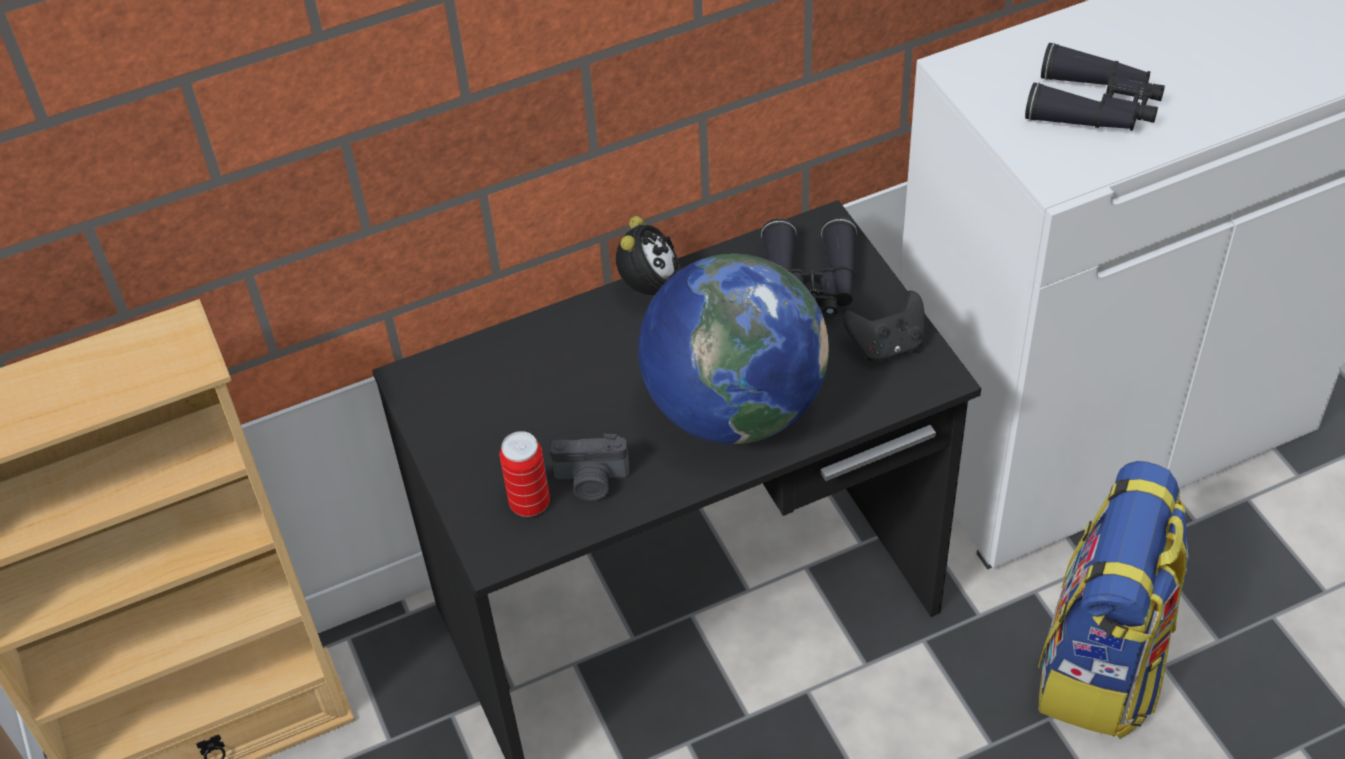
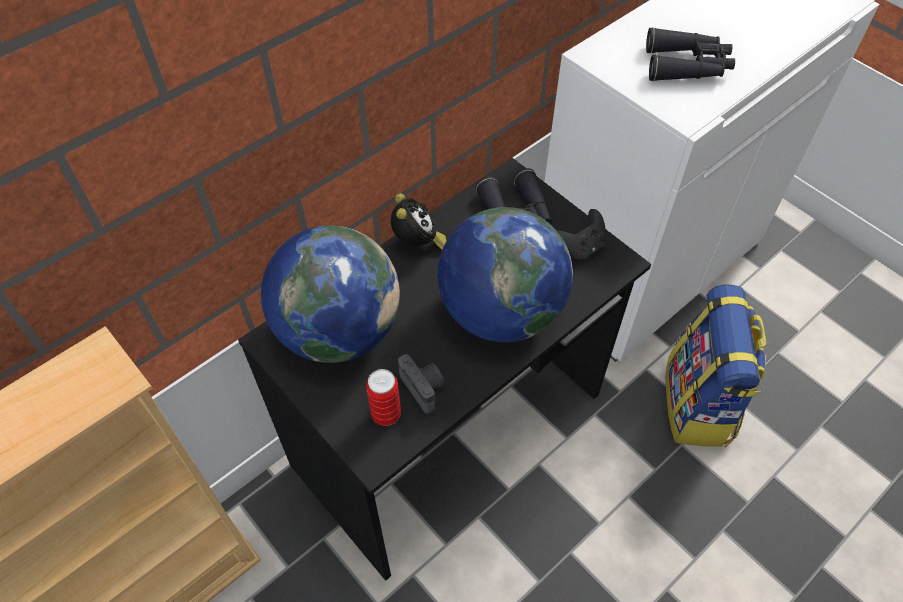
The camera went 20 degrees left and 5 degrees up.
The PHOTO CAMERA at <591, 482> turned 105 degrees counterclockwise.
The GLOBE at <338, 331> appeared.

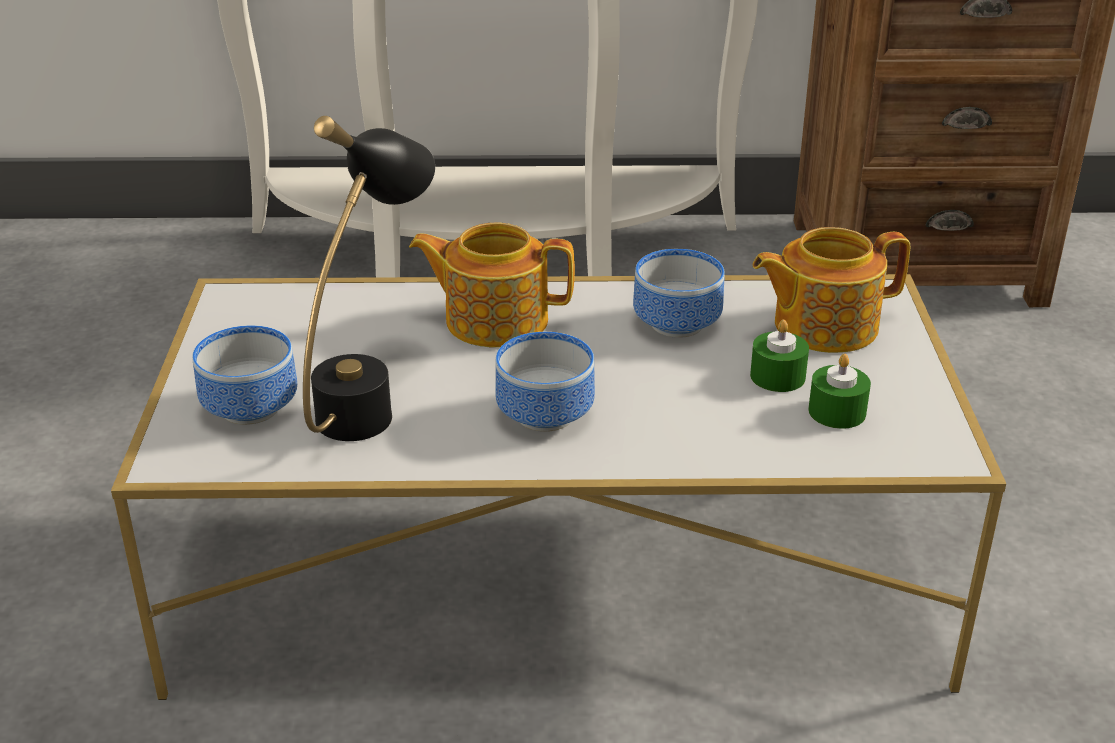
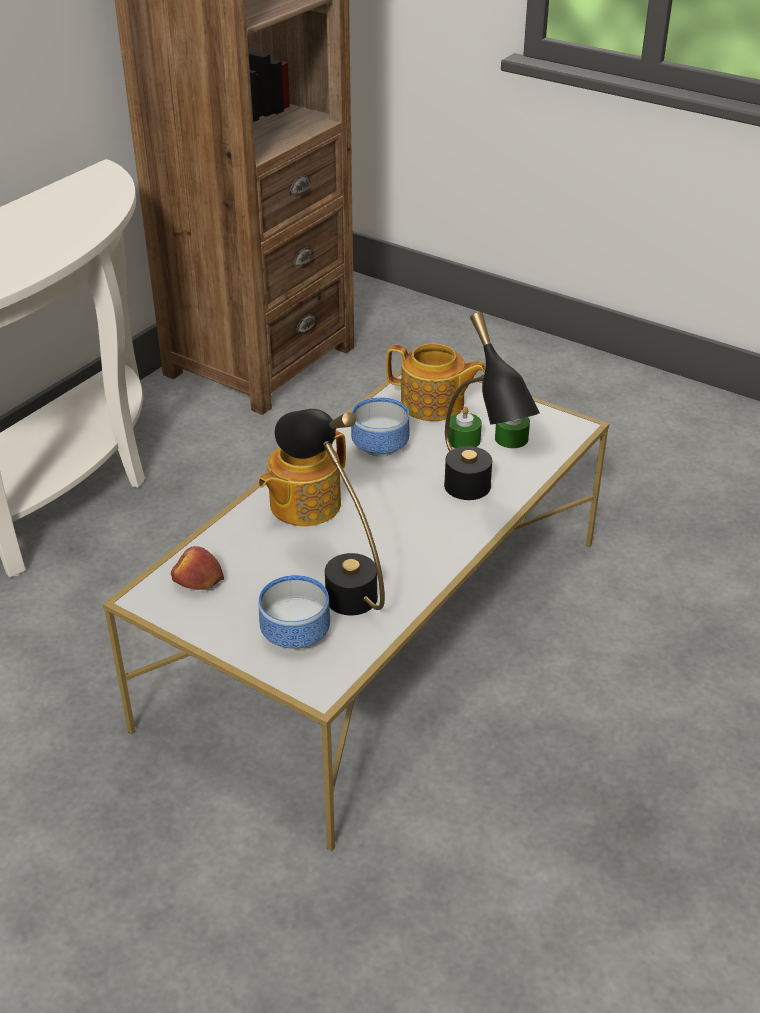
The camera went 55 degrees left and 5 degrees up.
The BOWL at <545, 417> disappeared.
The POT FOR TEA at <822, 325> turned 90 degrees counterclockwise.
The APPLE FRUIT at <197, 581> appeared.
The BLACKISH TABLE LAMP at <478, 499> appeared.

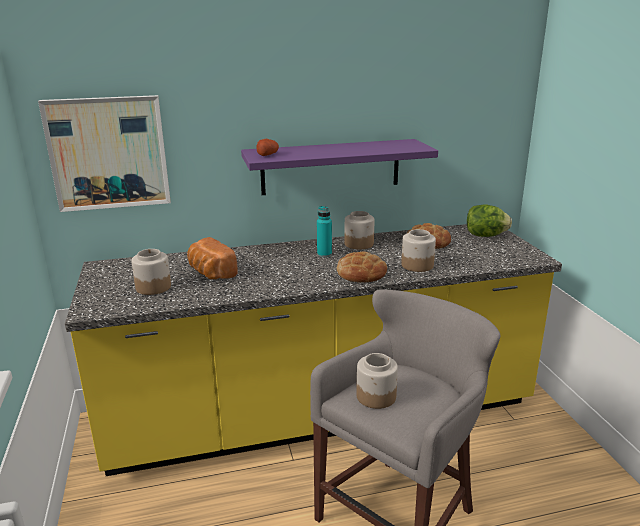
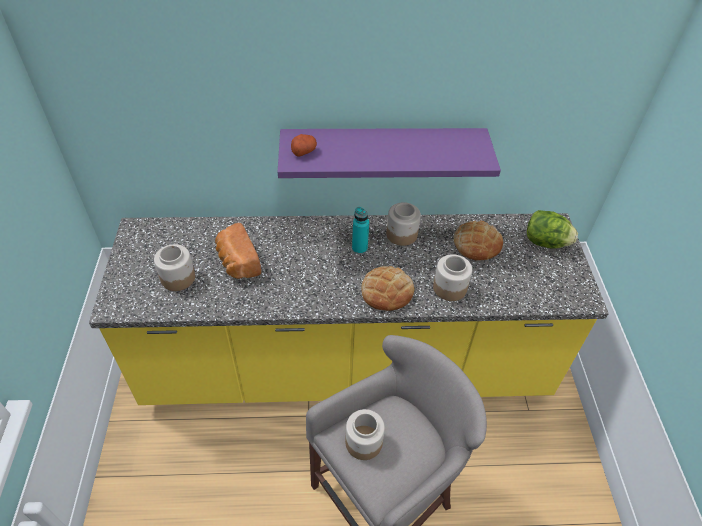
The camera went 10 degrees right and 25 degrees up.
The WALL ART at <108, 153> disappeared.

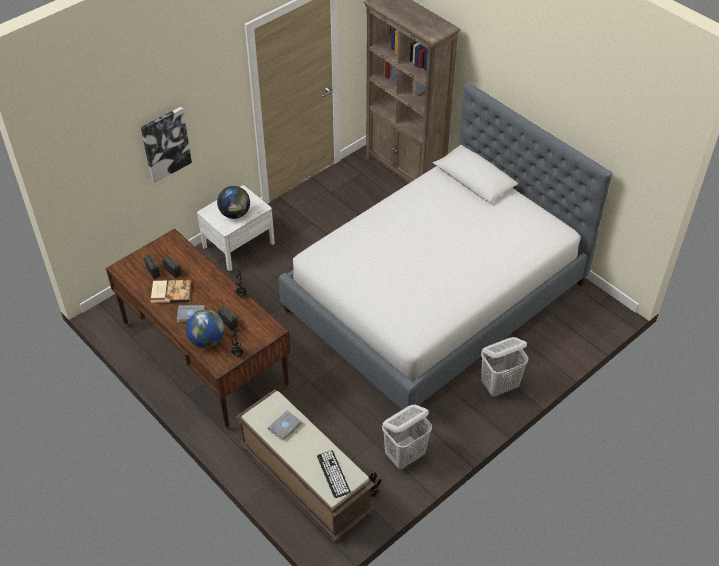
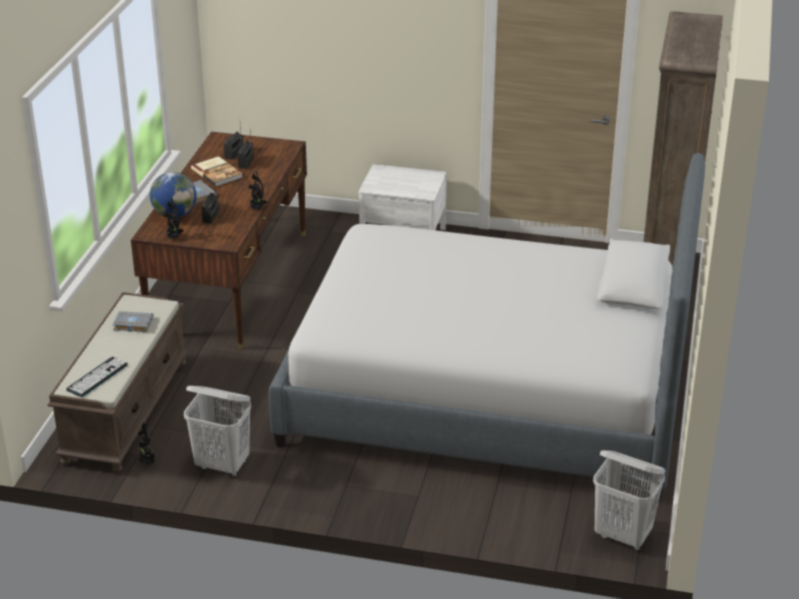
The camera went 55 degrees right and 15 degrees down.
The WALL ART at <165, 144> disappeared.
The GLOBE at <235, 214> disappeared.
The WHITISH LAUNDRY BASKET moved from <499, 386> to <623, 536>.

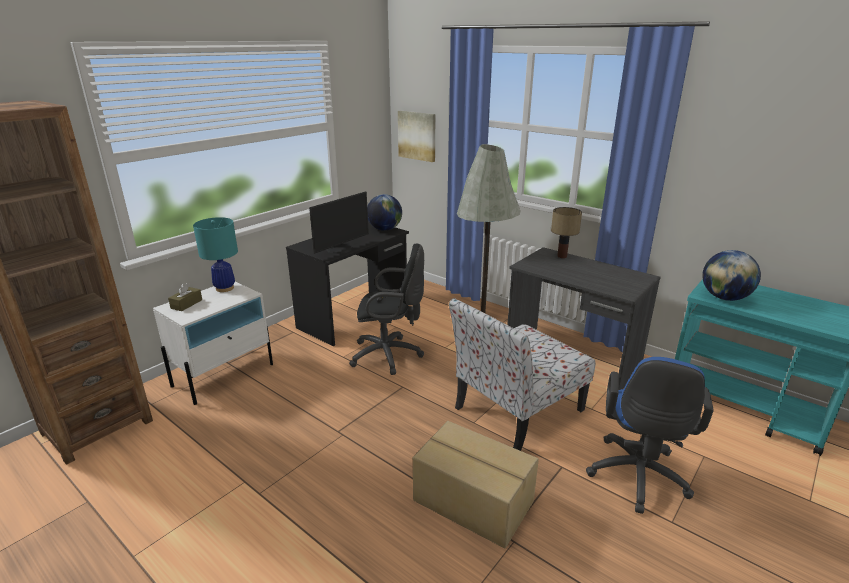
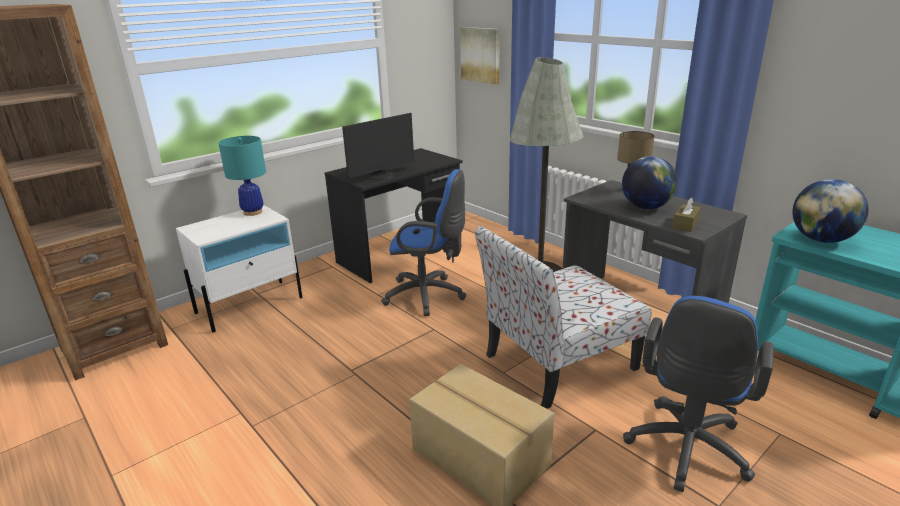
The camera went 10 degrees right and 0 degrees up.
The BROWN-COLOURED BOX OF TISSUES moved from <186, 304> to <685, 224>.
The BLACKISH OFFICE CHAIR at <390, 355> became the BLUE-COLOURED OFFICE CHAIR at <428, 296>.
The GLOBE moved from <384, 229> to <646, 207>.

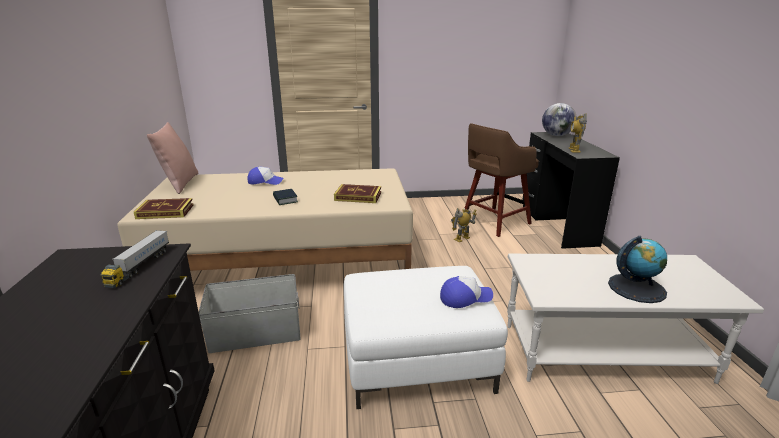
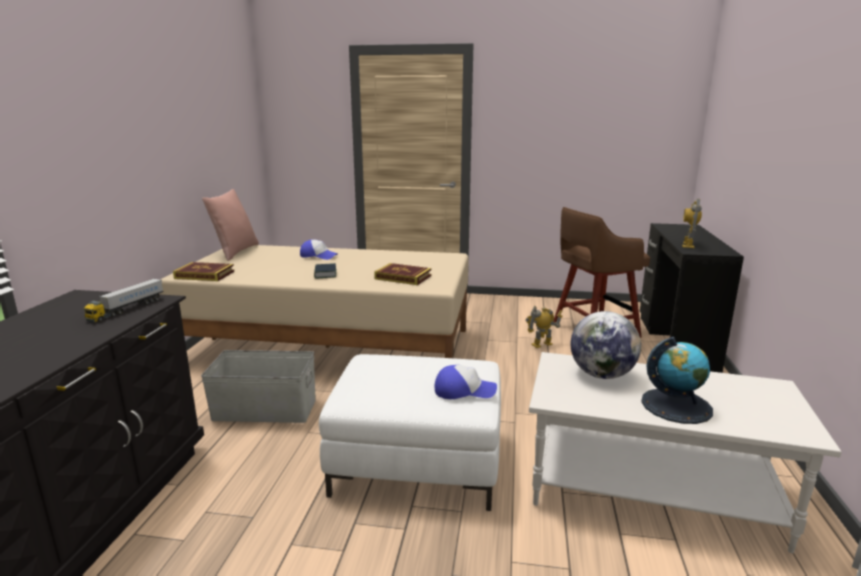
The camera went 15 degrees right and 5 degrees down.
The GLOBE moved from <556, 135> to <601, 375>.

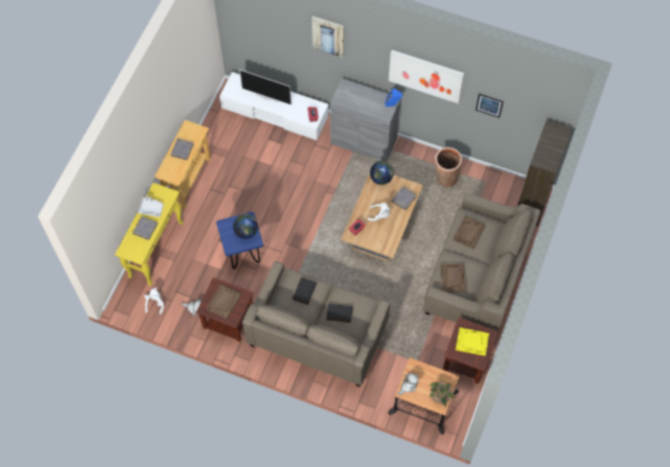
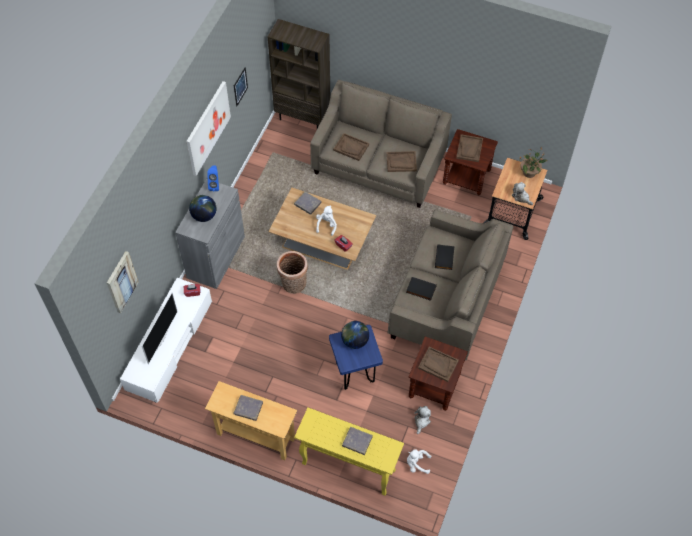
The camera went 90 degrees left and 5 degrees down.
The GREYISH CARRYING TRAY at <151, 208> disappeared.
The WALL ART moved from <328, 36> to <121, 282>.
The GLOBE moved from <381, 178> to <204, 215>.
The HOUSEHOLD BASKET moved from <445, 178> to <293, 285>.
The YELLOWISH CARRYING TRAY at <472, 342> became the BROWN-COLOURED CARRYING TRAY at <469, 149>.

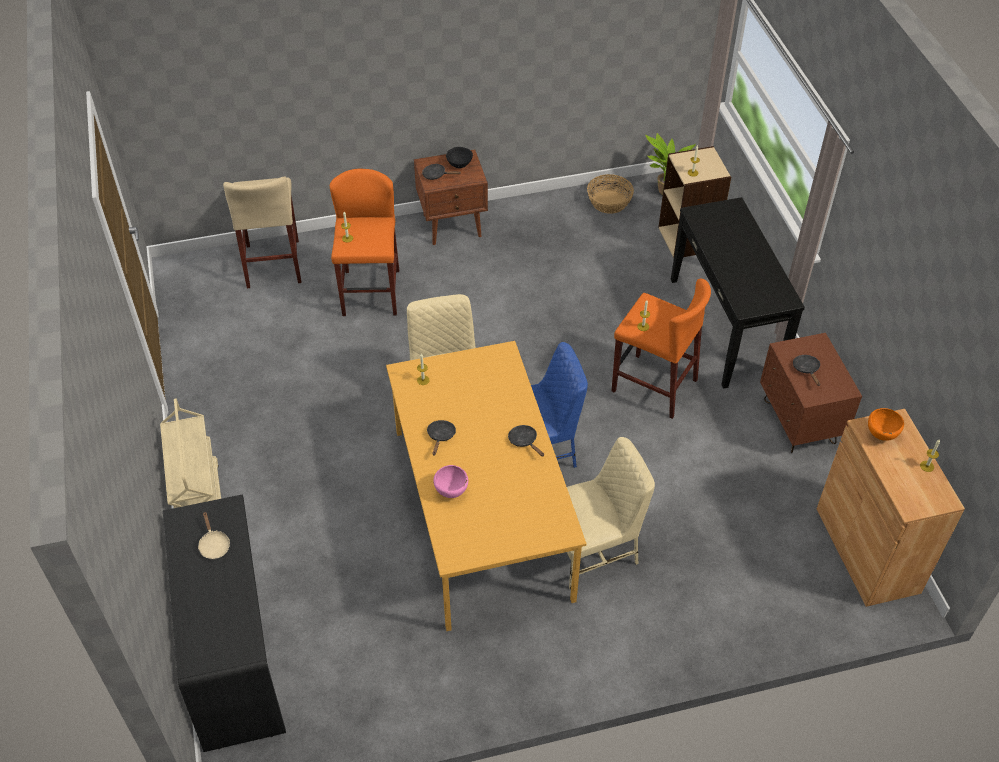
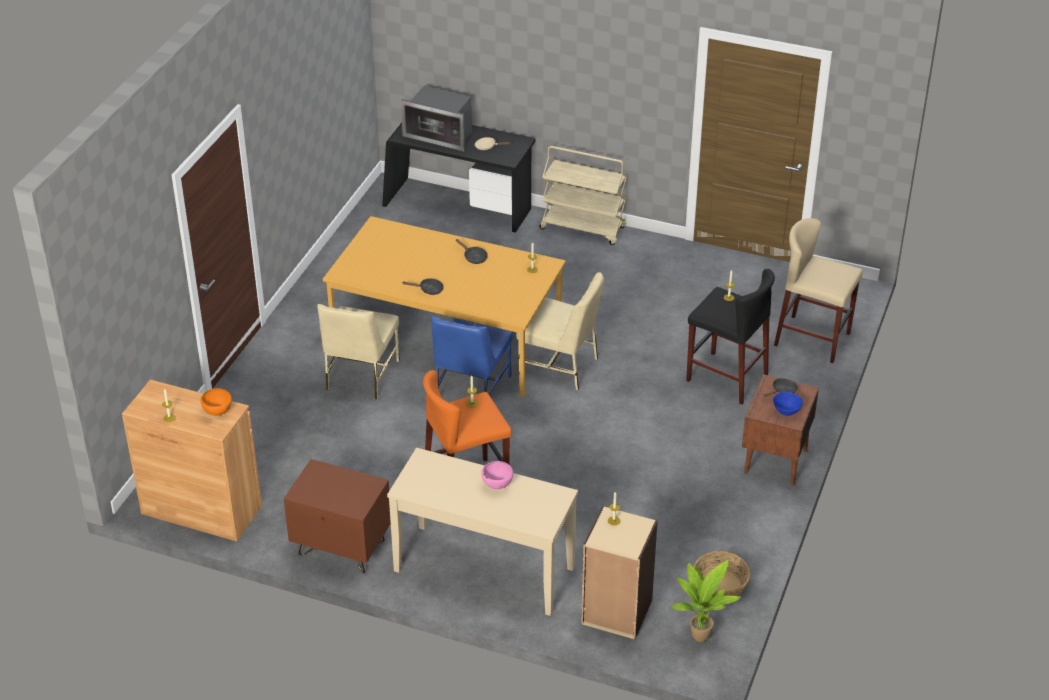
The camera went 125 degrees right and 10 degrees down.
The ORANGE STOOL SEAT at <371, 293> became the BLACKISH STOOL SEAT at <726, 377>.
The PINK BOWL moved from <452, 492> to <497, 486>.
The BLACKISH BOWL at <459, 164> became the BLUE-COLOURED BOWL at <786, 411>.
The BLACKISH NARROW TABLE at <726, 326> became the BEIGE-COLOURED NARROW TABLE at <484, 569>.
The BLACKISH PAN at <806, 369> disappeared.
The MICROWAVE OVEN at <440, 135> appeared.

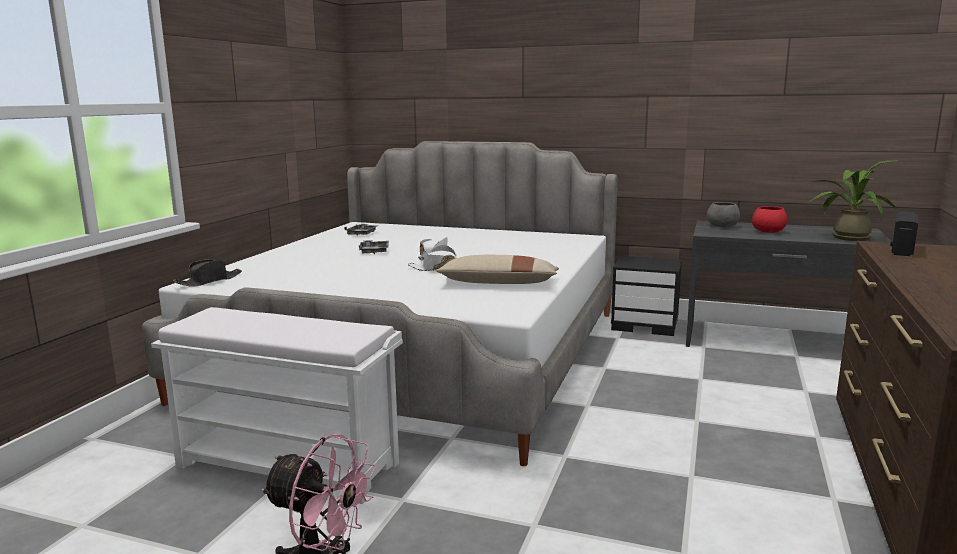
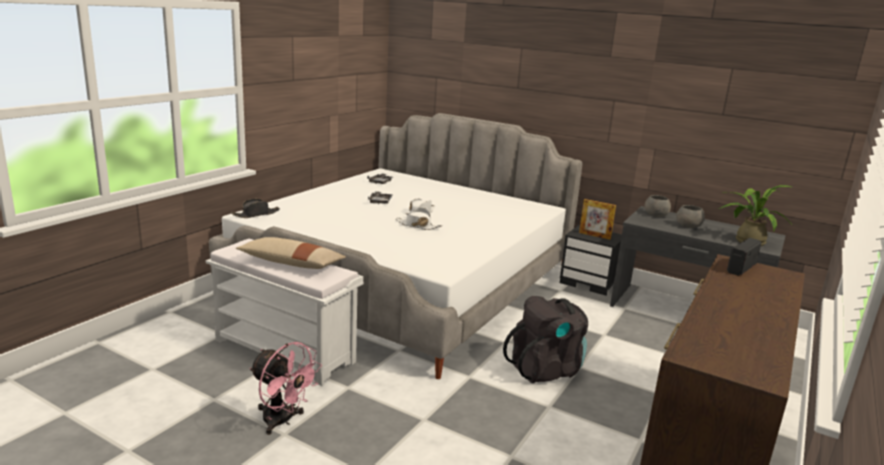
The camera went 10 degrees right and 5 degrees up.
The BEIGE-COLOURED CUSHION moved from <498, 283> to <291, 263>.
The RED-COLOURED BOWL at <769, 231> became the GREYISH BOWL at <689, 226>.
The BLACKISH RUCKSACK at <546, 369> appeared.
The STANDING FRAME at <594, 235> appeared.

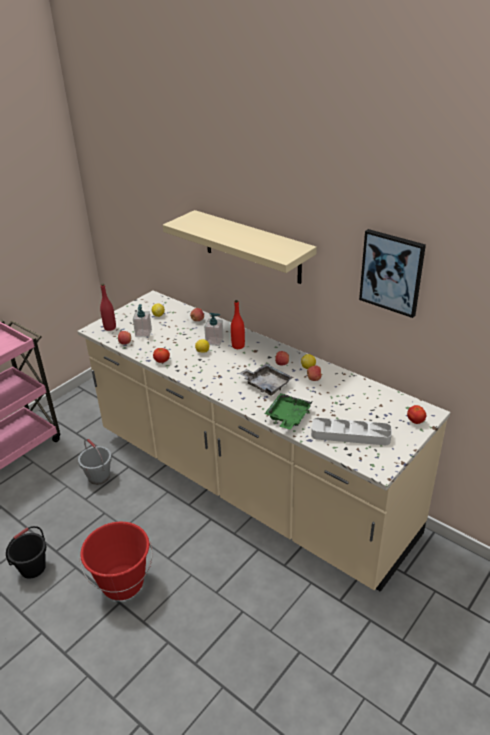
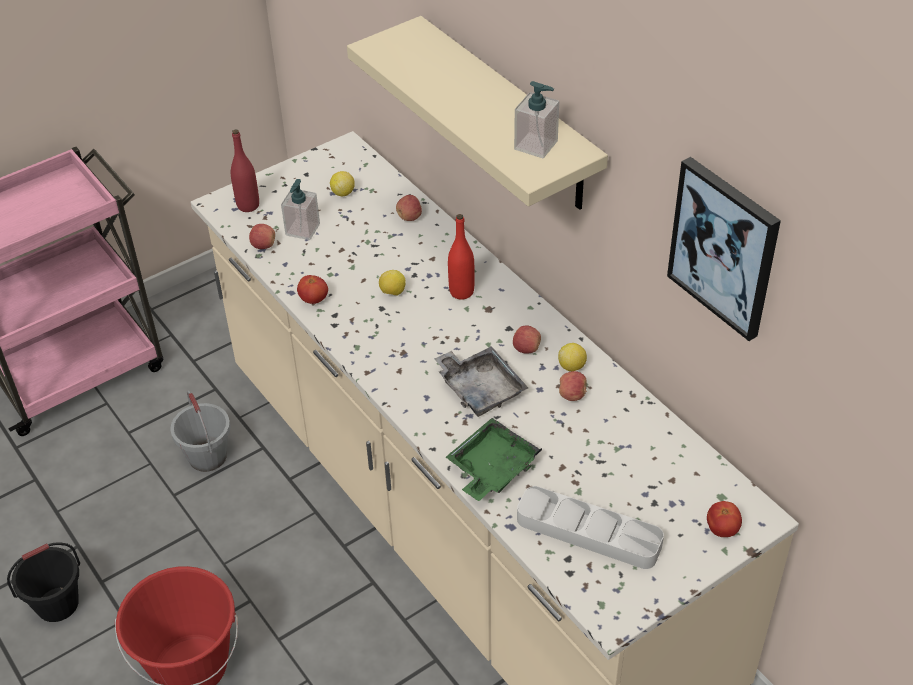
The camera went 15 degrees right and 10 degrees up.
The SOAP DISPENSER moved from <214, 341> to <536, 145>.

